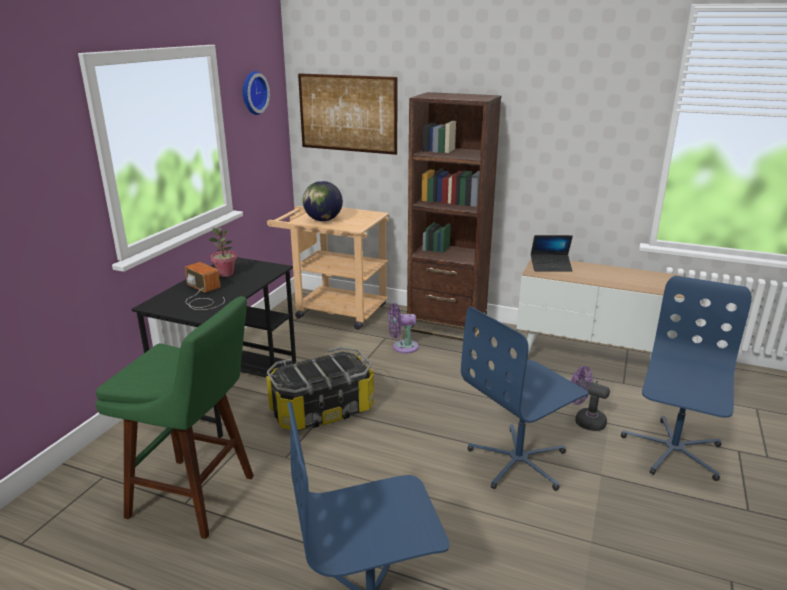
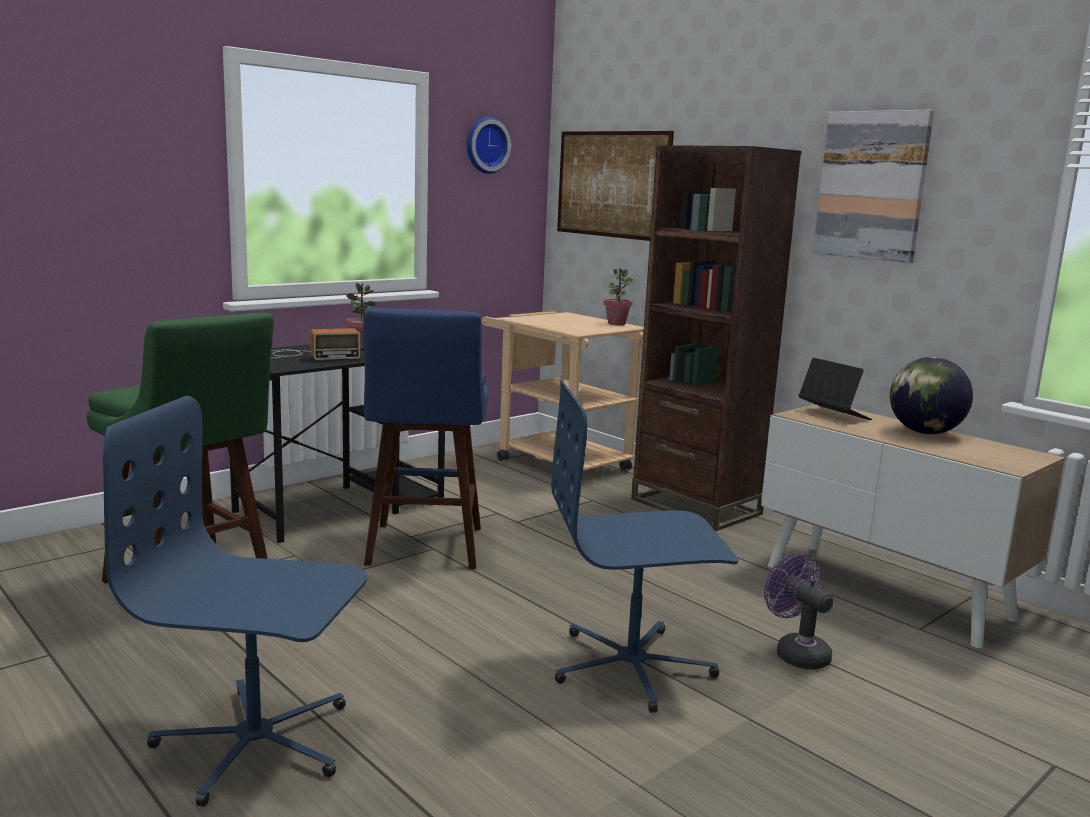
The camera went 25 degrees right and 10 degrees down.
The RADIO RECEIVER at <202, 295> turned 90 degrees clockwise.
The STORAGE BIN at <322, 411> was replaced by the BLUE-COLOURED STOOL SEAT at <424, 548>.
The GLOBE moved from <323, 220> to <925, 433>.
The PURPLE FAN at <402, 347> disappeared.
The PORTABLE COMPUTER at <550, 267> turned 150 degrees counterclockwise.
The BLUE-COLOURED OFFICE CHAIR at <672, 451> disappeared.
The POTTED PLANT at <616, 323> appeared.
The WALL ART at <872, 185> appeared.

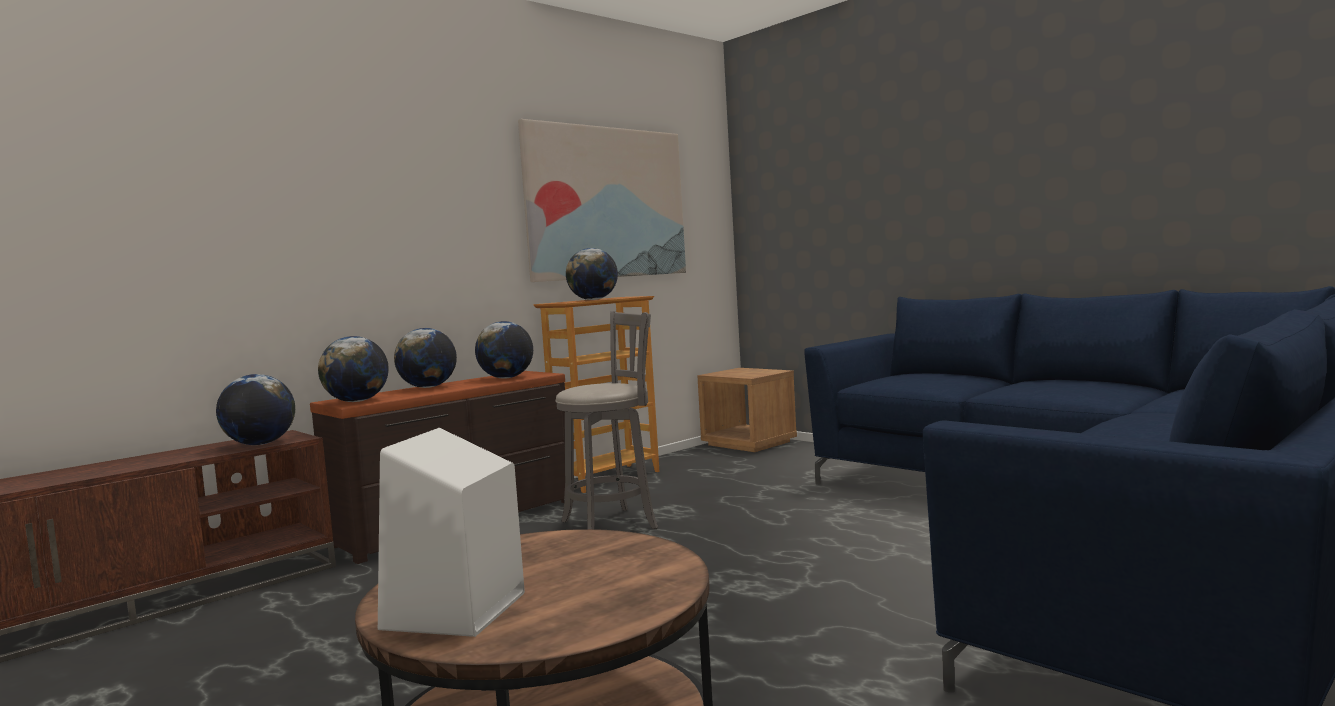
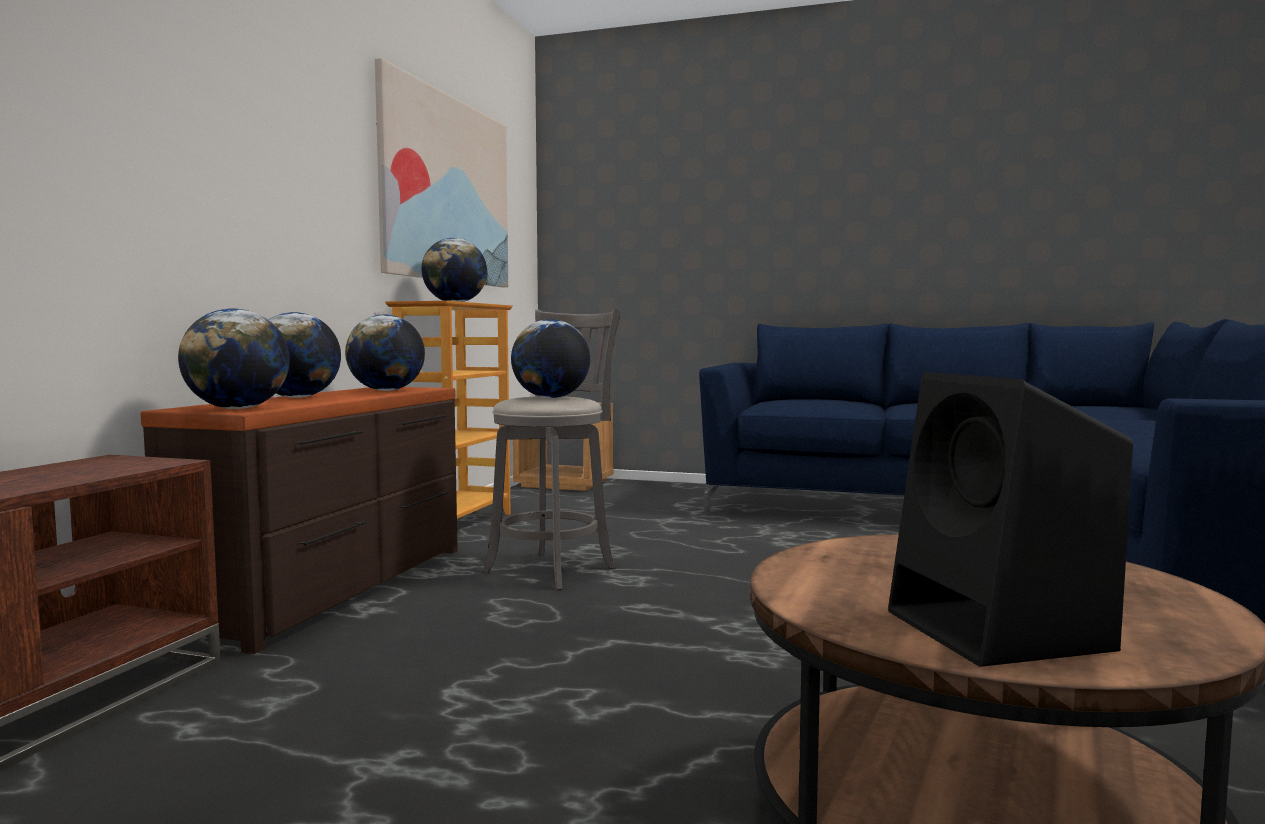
The camera went 30 degrees left and 0 degrees up.
The GLOBE moved from <260, 444> to <551, 398>.
The WHITISH LOUDSPEAKER at <453, 612> became the BLACKISH LOUDSPEAKER at <1002, 632>.

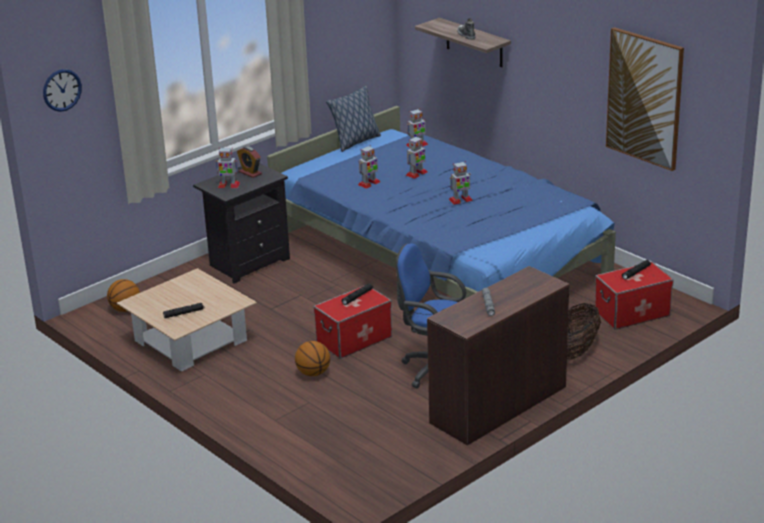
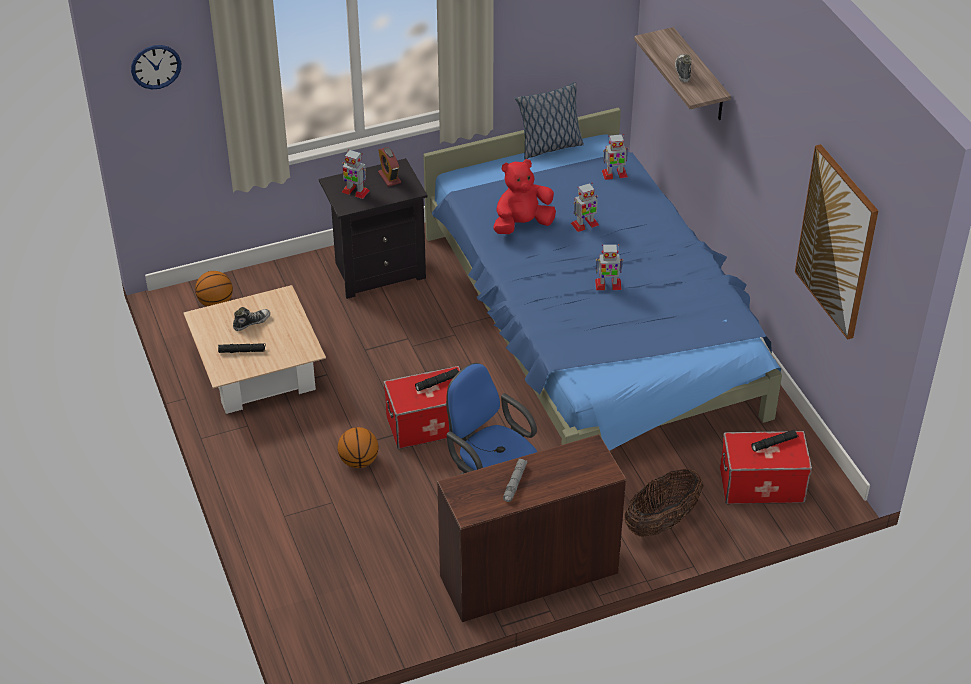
The camera went 20 degrees right and 15 degrees up.
The MODEL ROBOT at <369, 183> was replaced by the RED-COLOURED SOFT TOY at <522, 224>.
The SHOE at <251, 322> appeared.

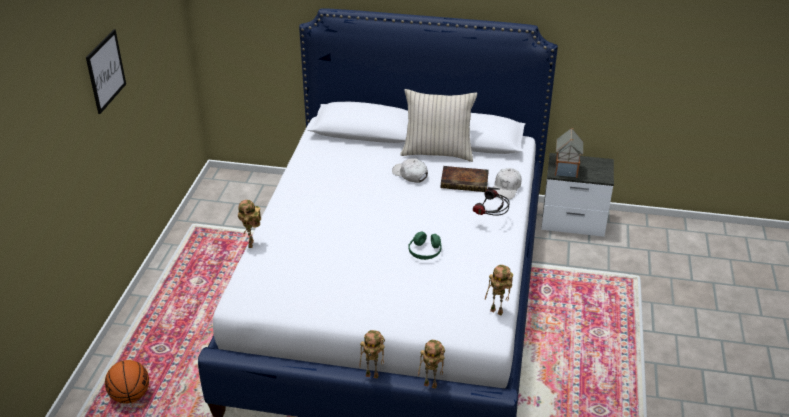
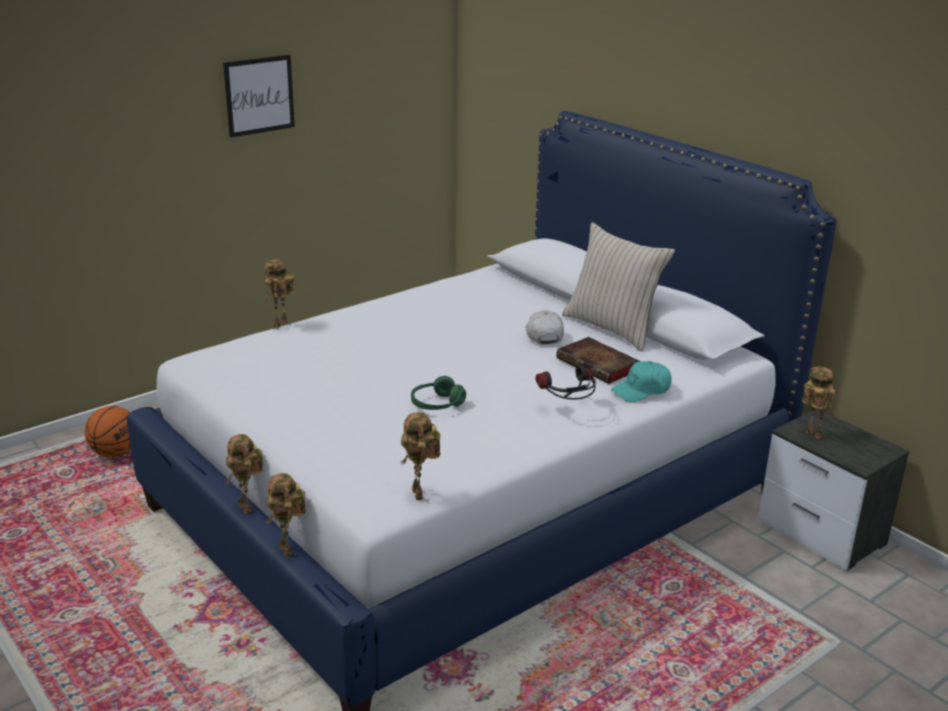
The camera went 40 degrees right and 10 degrees down.
The WHITISH PEAKED CAP at <506, 188> became the TURQUOISE-COLOURED PEAKED CAP at <641, 390>.
The MODEL HOUSE at <566, 171> was replaced by the MODEL ROBOT at <811, 435>.

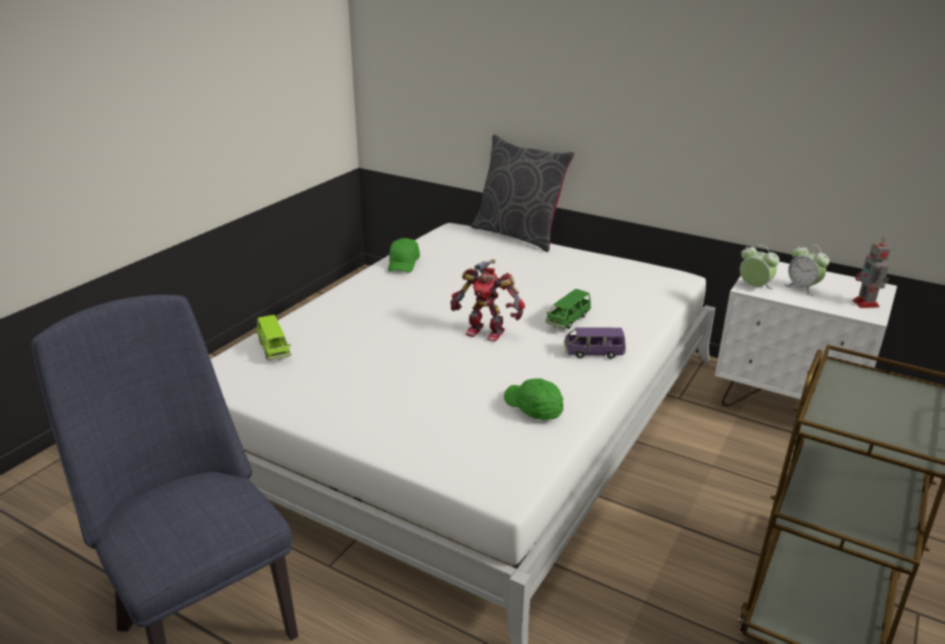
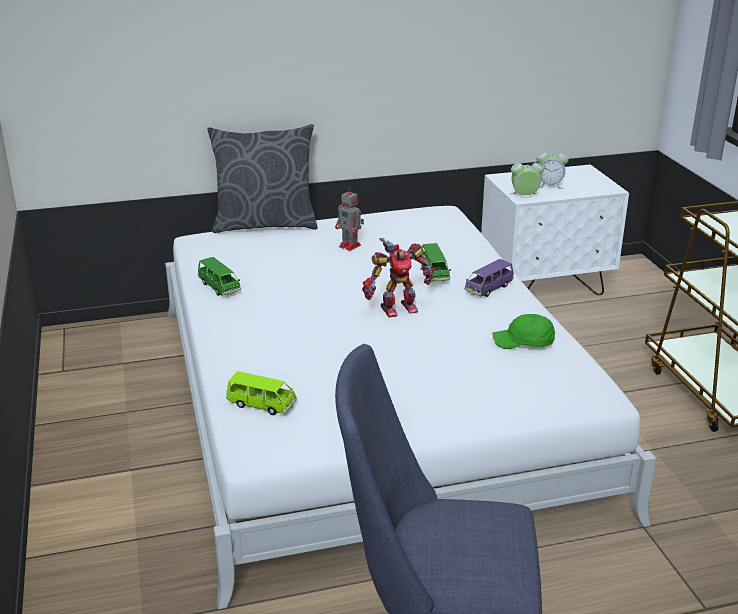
The camera went 45 degrees left and 0 degrees up.
The GREEN PEAKED CAP at <403, 264> was replaced by the GREEN MINIATURE CAR at <219, 287>.
The MODEL ROBOT moved from <866, 304> to <350, 246>.

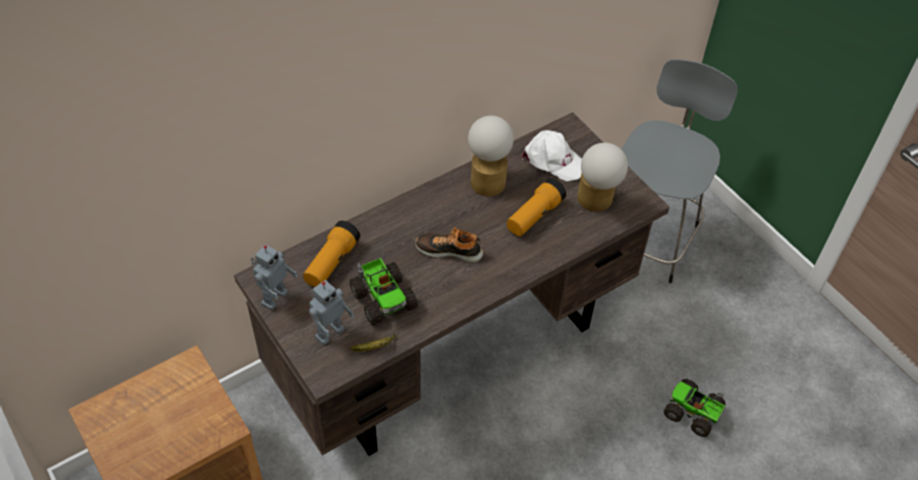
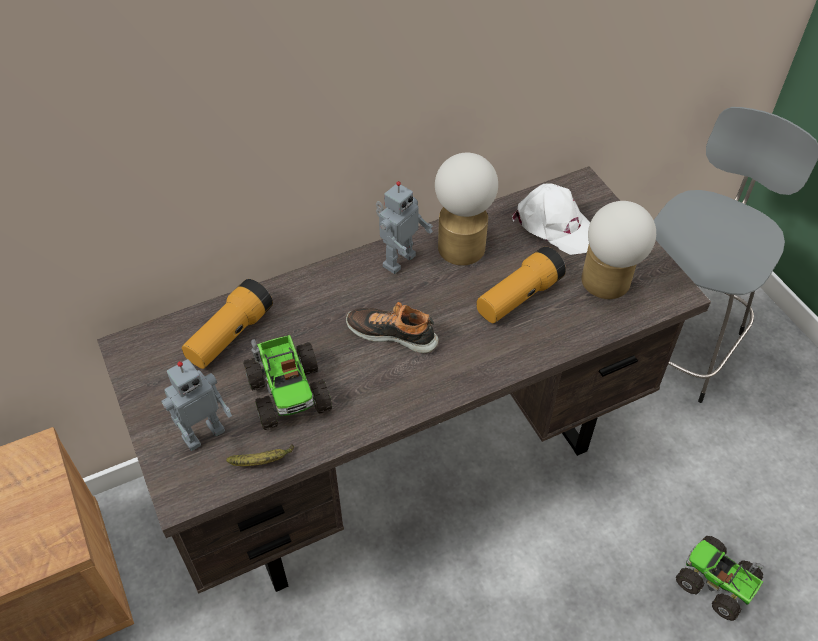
The camera went 10 degrees right and 0 degrees up.
The MODEL ROBOT moved from <273, 298> to <397, 260>.

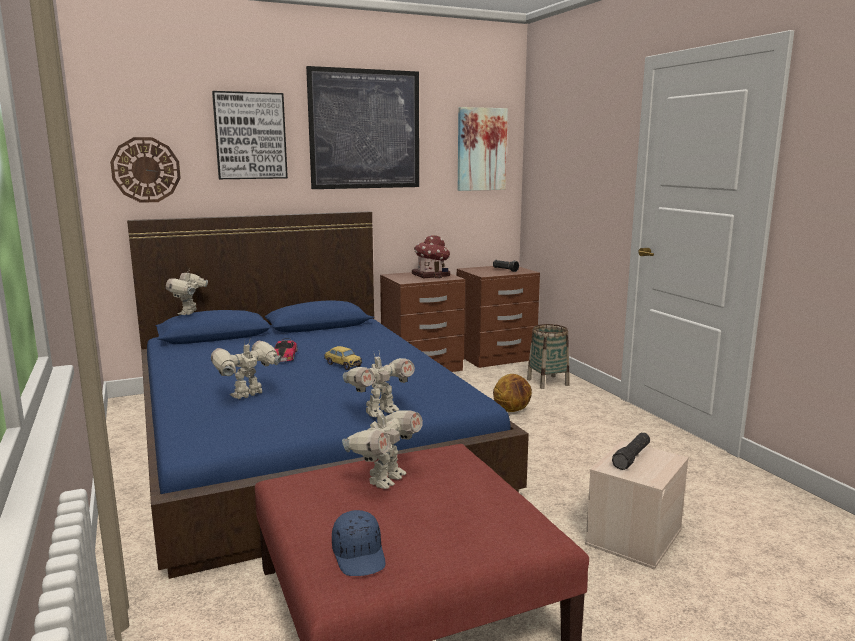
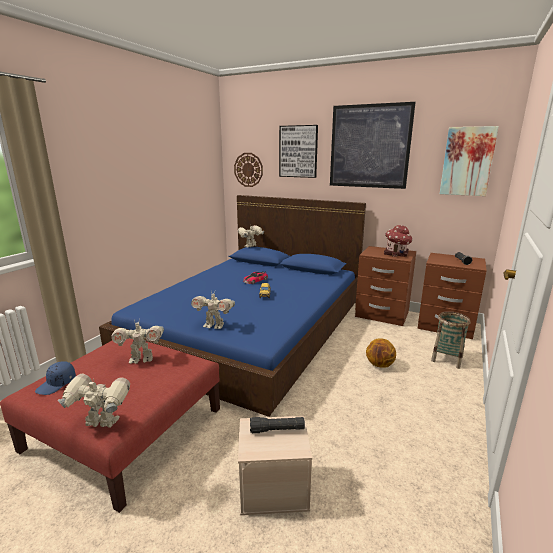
The camera went 50 degrees right and 5 degrees up.
The MODEL ROBOT moved from <248, 395> to <101, 424>.

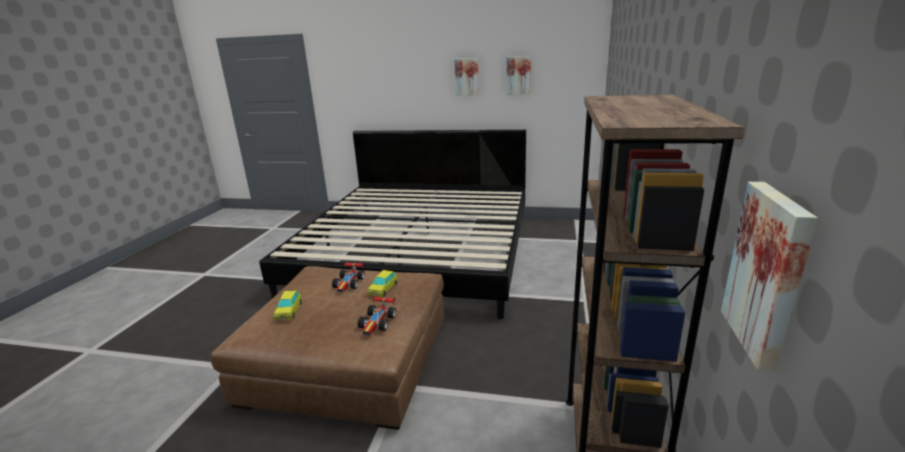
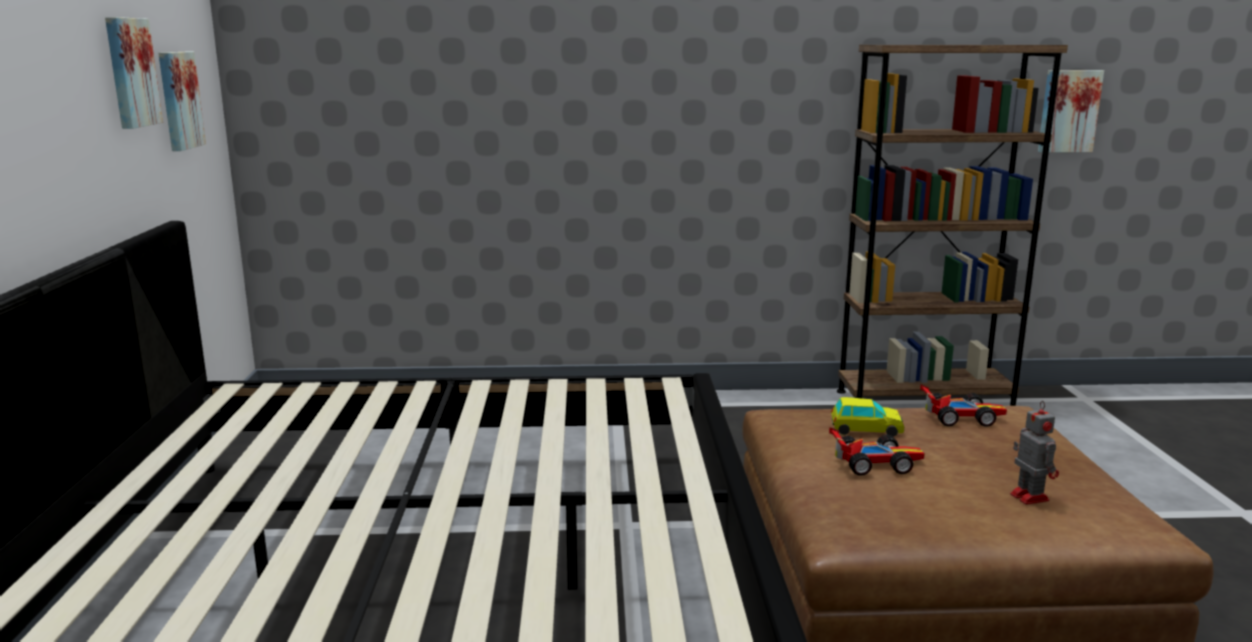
The camera went 105 degrees left and 5 degrees down.
The MINIATURE CAR at <289, 311> was replaced by the MODEL ROBOT at <1028, 496>.
The WALL ART moved from <467, 77> to <178, 100>.

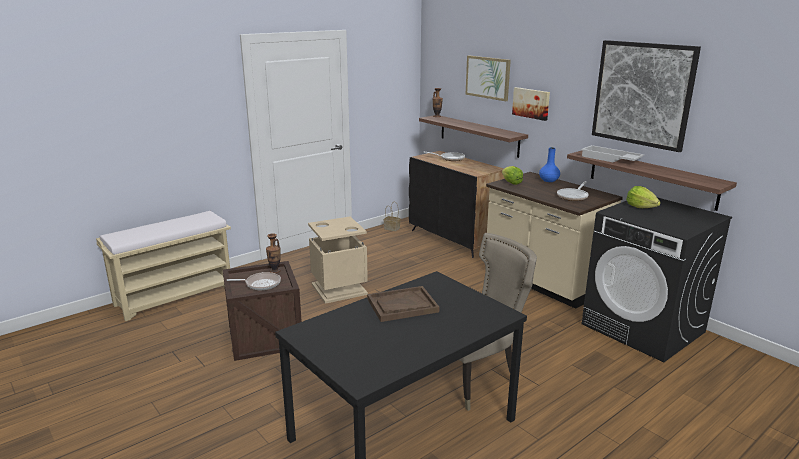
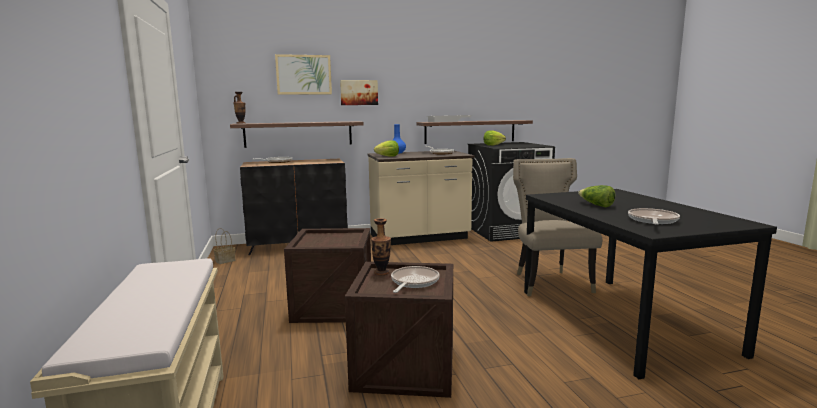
The camera went 65 degrees left and 10 degrees down.
The BEIGE-COLOURED WASTE BIN at <339, 289> was replaced by the SHIPPING CRATE at <333, 306>.
The BROWN-COLOURED CARRYING TRAY at <402, 305> was replaced by the HEAD OF LETTUCE at <596, 205>.
The WALL ART at <642, 94> disappeared.
The PAN at <652, 221> appeared.

